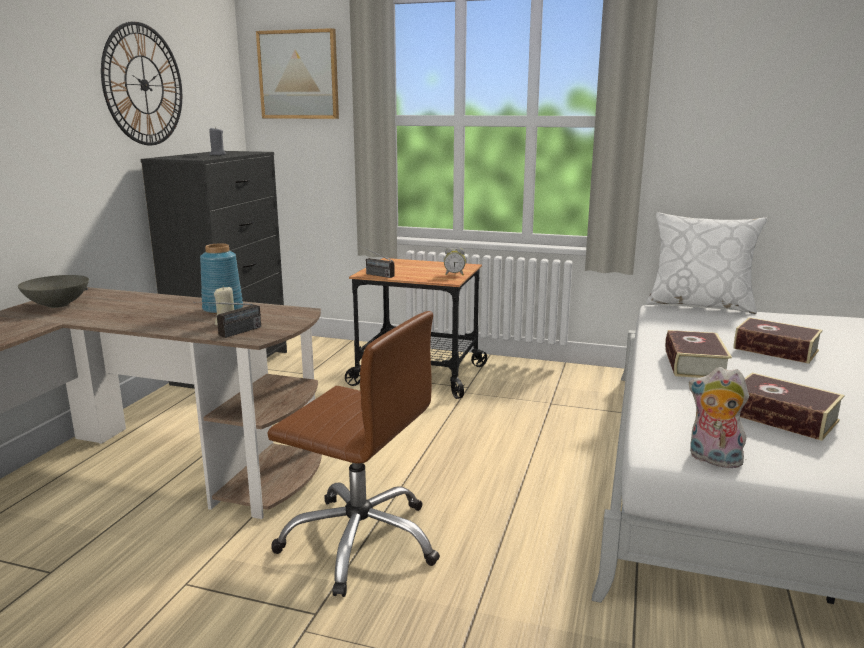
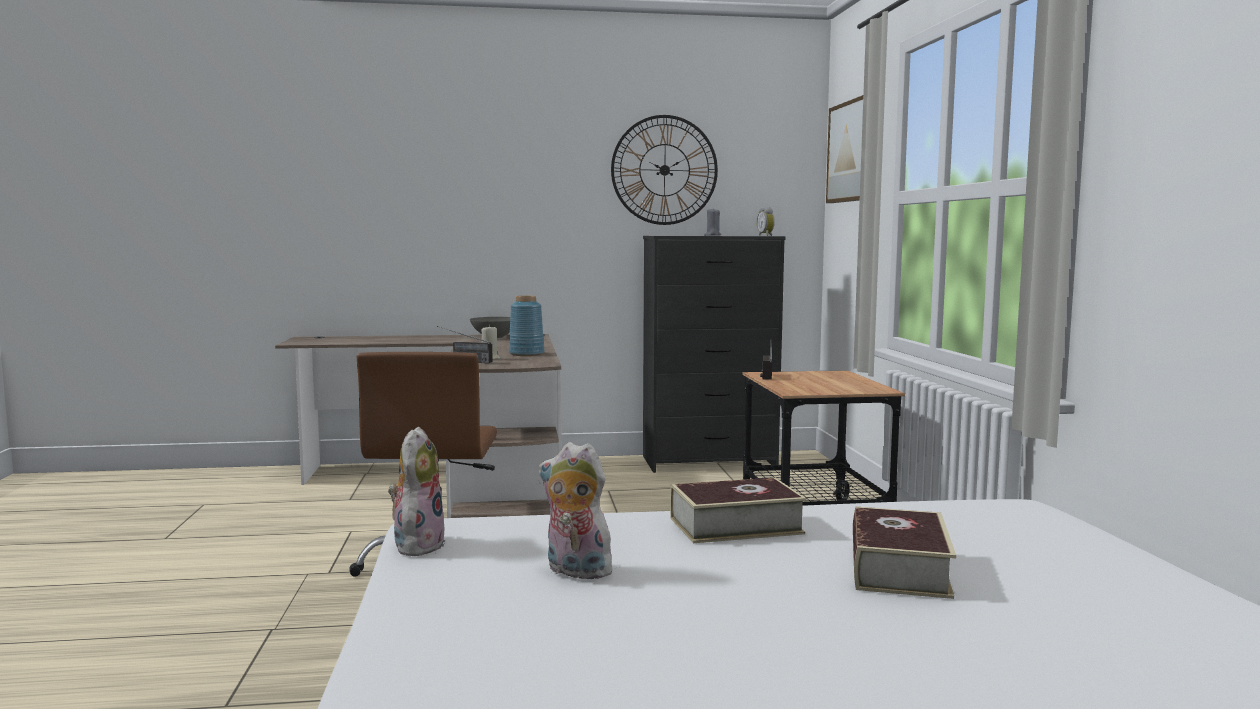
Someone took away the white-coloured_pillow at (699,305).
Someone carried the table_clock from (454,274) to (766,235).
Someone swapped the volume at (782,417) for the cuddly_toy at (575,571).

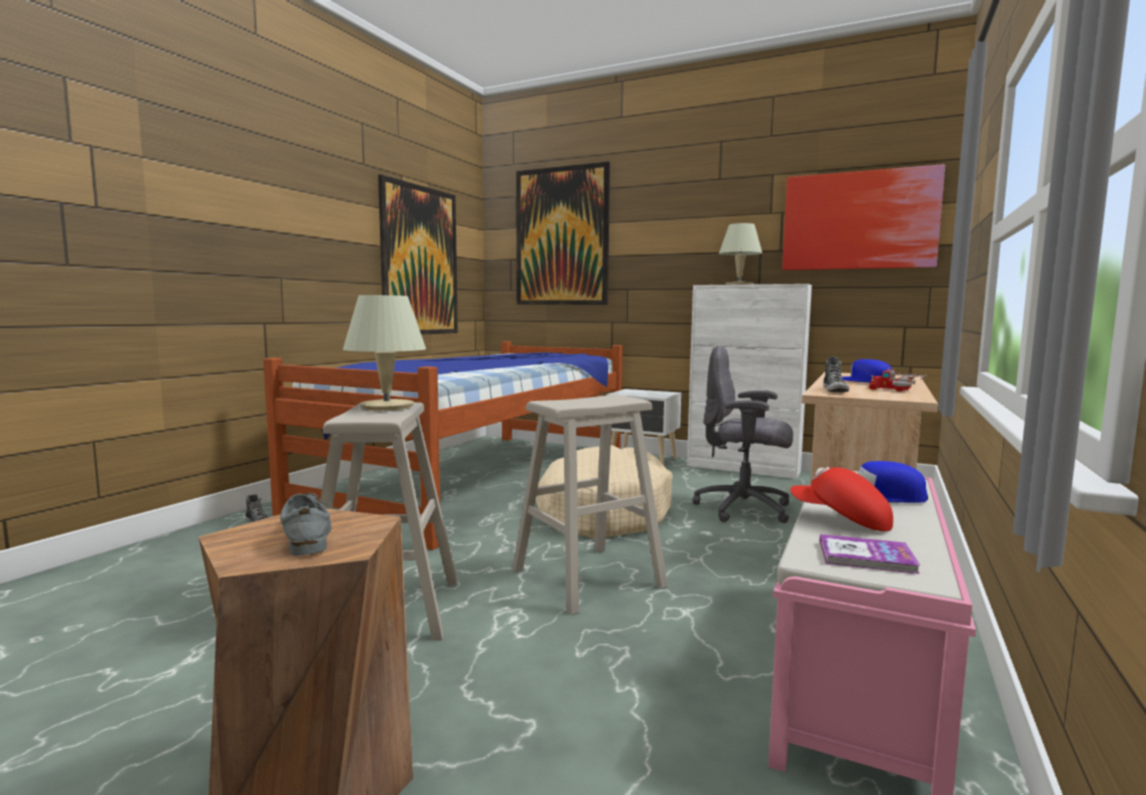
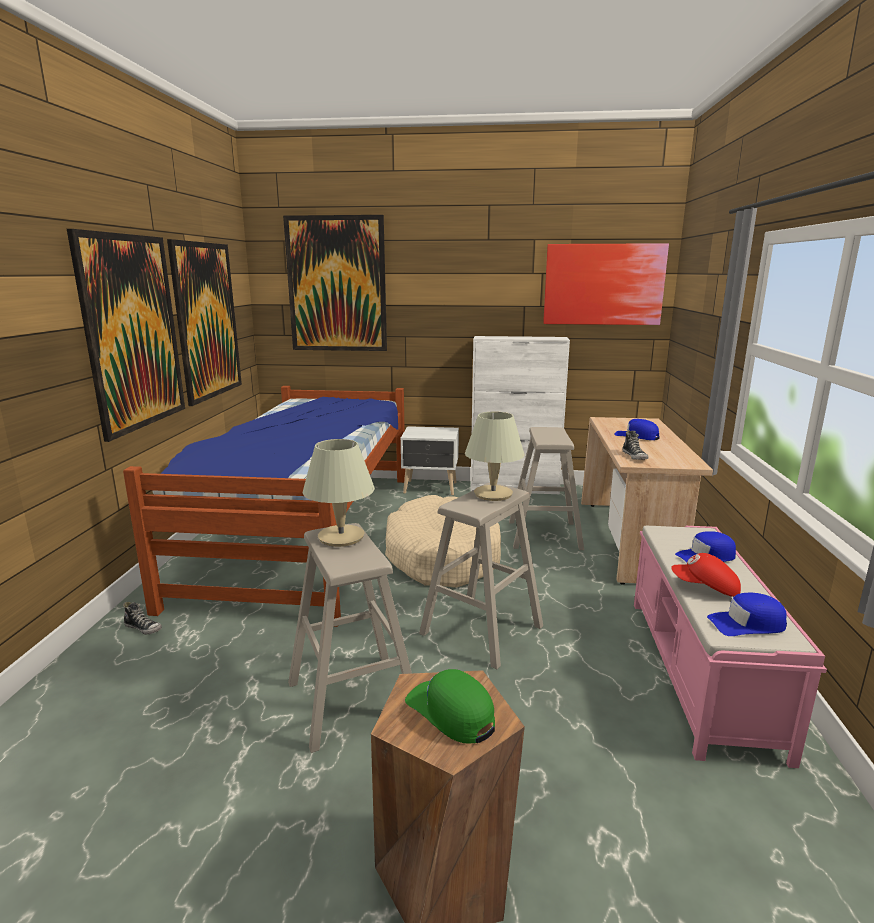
Someone carried the sand-coloured_tabletop_lamp from (739,284) to (493,494).
Someone swapped the gray_desk_chair at (745,509) for the sand-coloured_stool at (544,535).
Someone took away the model_truck at (896,390).
Someone swapped the gray_item_of_footwear at (307,536) for the green-coloured_cap at (451,712).
Someone swapped the volume at (866,557) for the blue_cap at (747,624).
Someone put up the wall_art at (133,333).

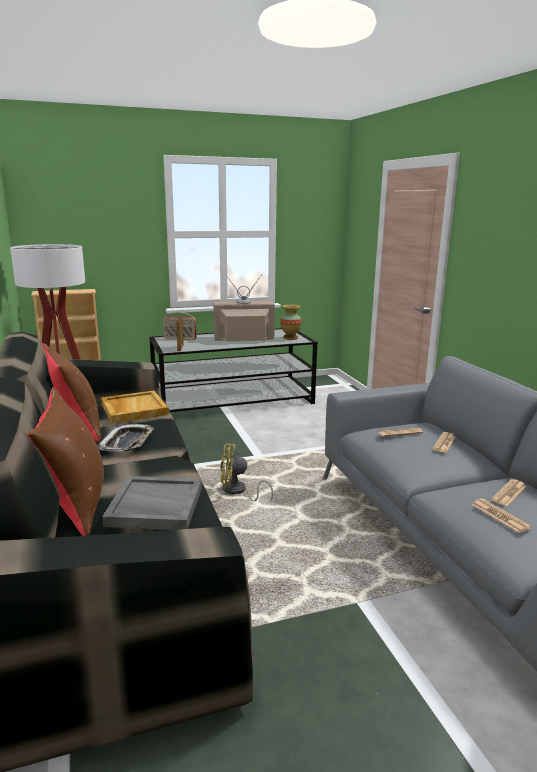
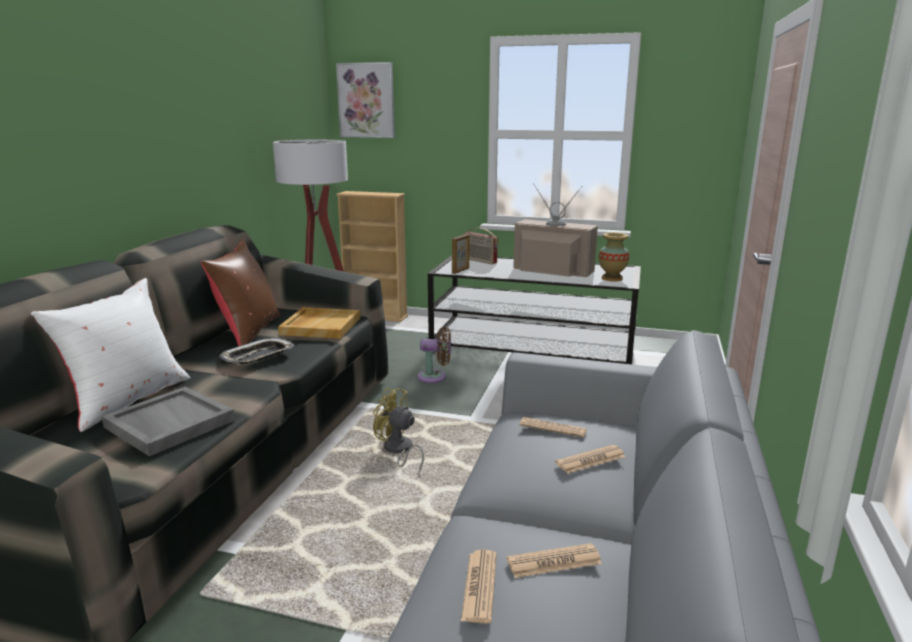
Someone repainted the brownish_pillow at (75,504), which became the white-coloured_pillow at (126,400).
Someone put up the wall_art at (366,100).
Someone put down the brownish_cooling_fan at (435,377).

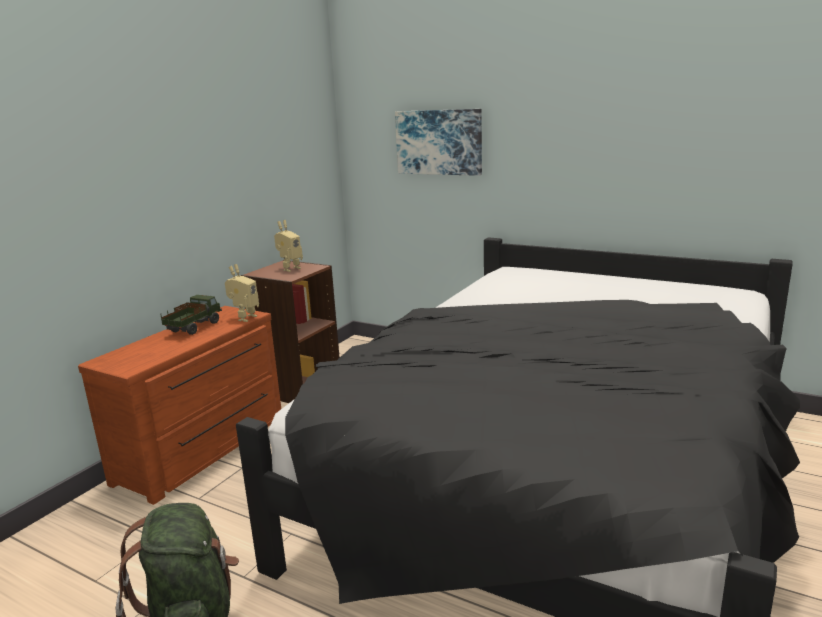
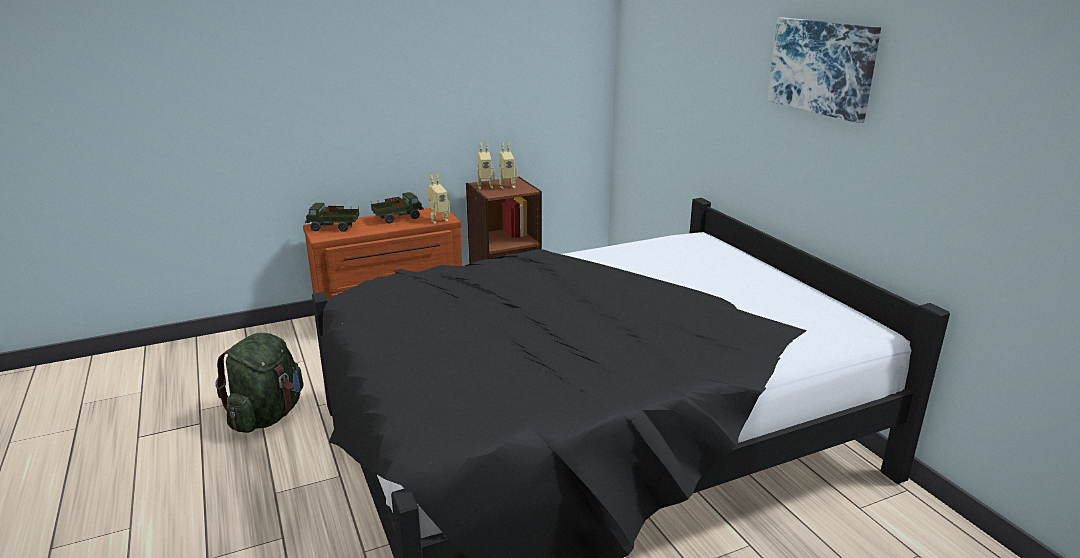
Someone carried the wall_art from (439,142) to (822,67).
Someone put down the toy_robot at (485,187).
Someone put down the model_truck at (334,228).

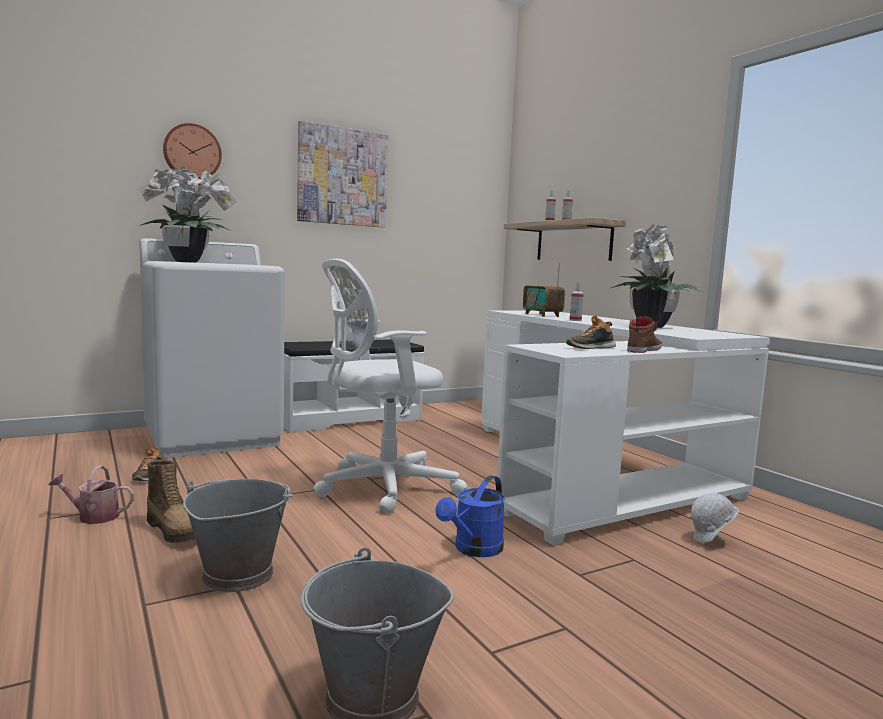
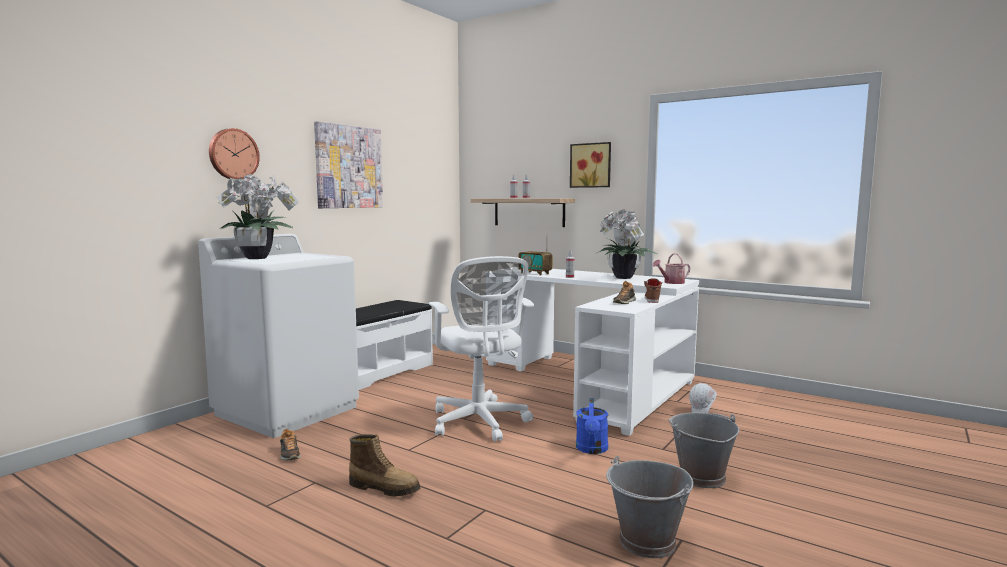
Someone rotated the white-coloured_desk_chair at (381,487) by 60 degrees counterclockwise.
Someone carried the watering_can from (93,516) to (671,282).
Someone carried the gray_pail from (237,574) to (701,477).
Someone put up the wall_art at (591,165).

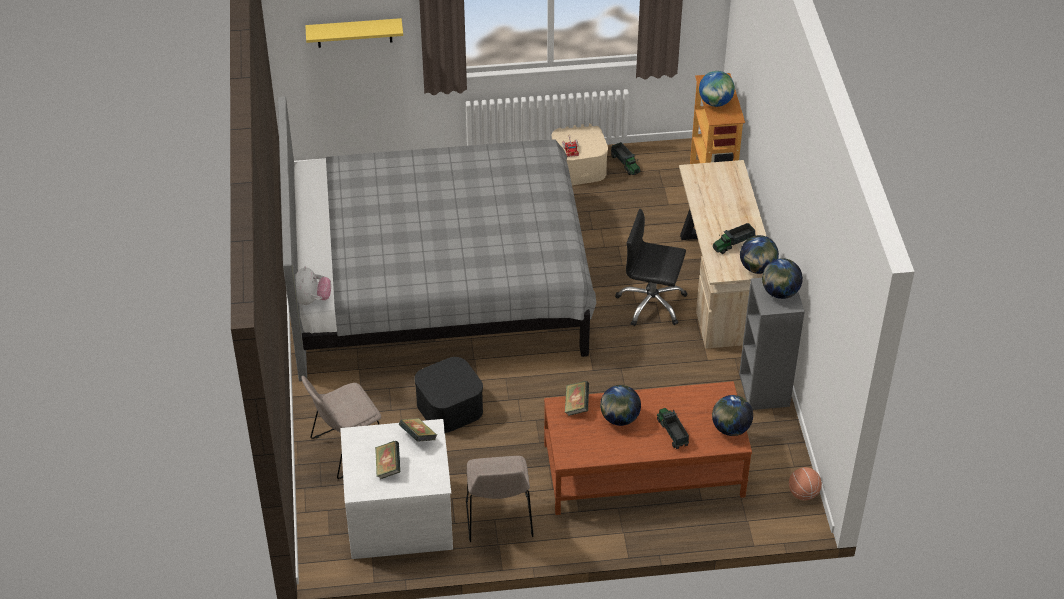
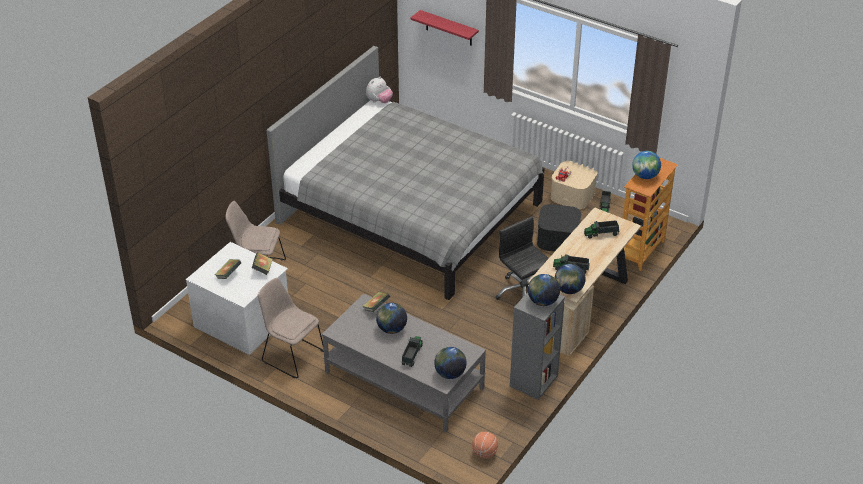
Someone repainted the yellow-coloured_wall_shelf at (354,33), which became the red_wall_shelf at (449,28).
Someone carried the cuddly_toy from (312,300) to (379,101).
Someone carried the black-coloured_storage_bin from (449,407) to (558,238).
Someone repainted the brownish_coffee_table at (642,470), which became the gray_coffee_table at (403,380).
Someone rotated the sand-coloured_plain_chair at (499,519) by 90 degrees clockwise.
Someone put down the model_truck at (601,234).

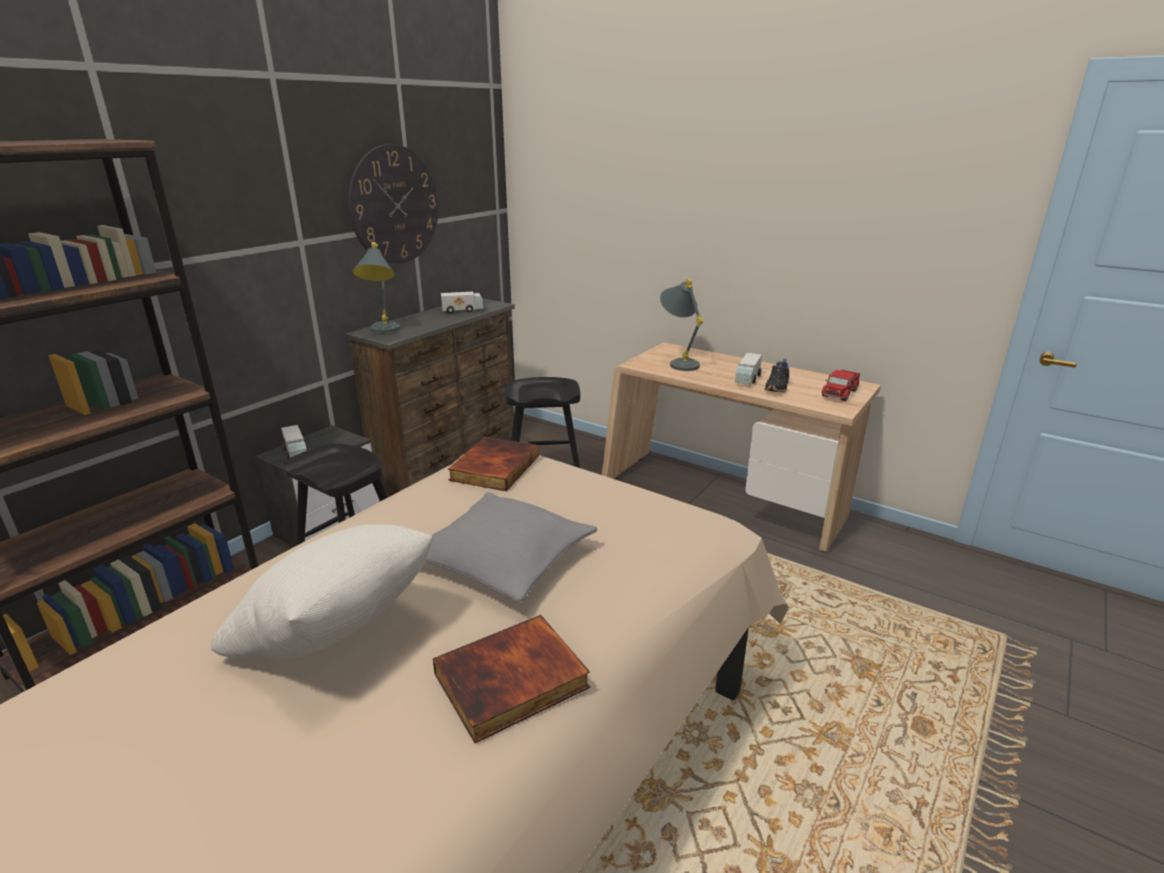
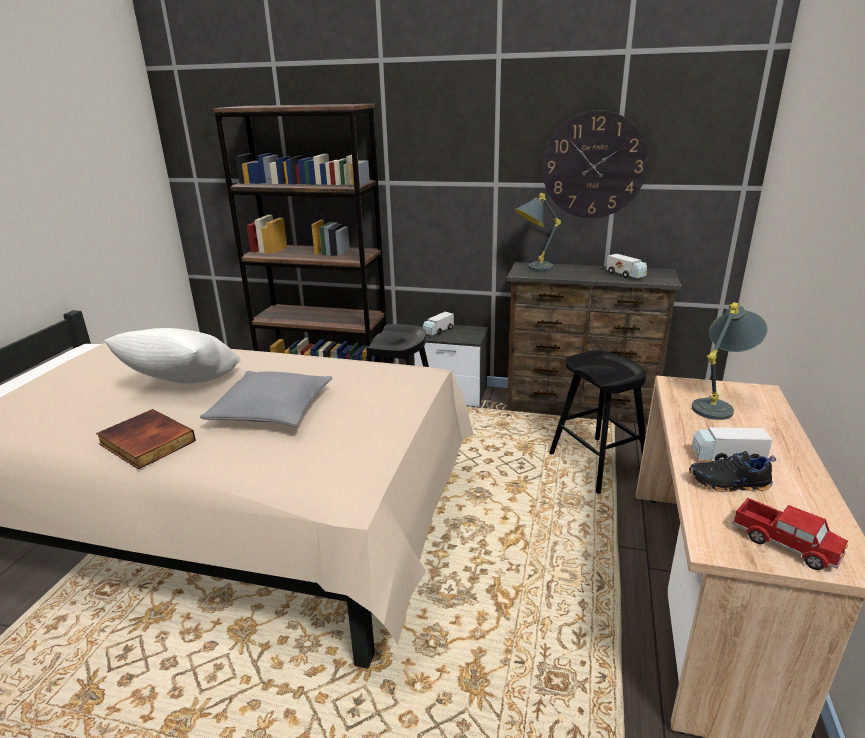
Someone rotated the model_truck at (840,393) by 150 degrees counterclockwise.
Someone took away the volume at (493,467).

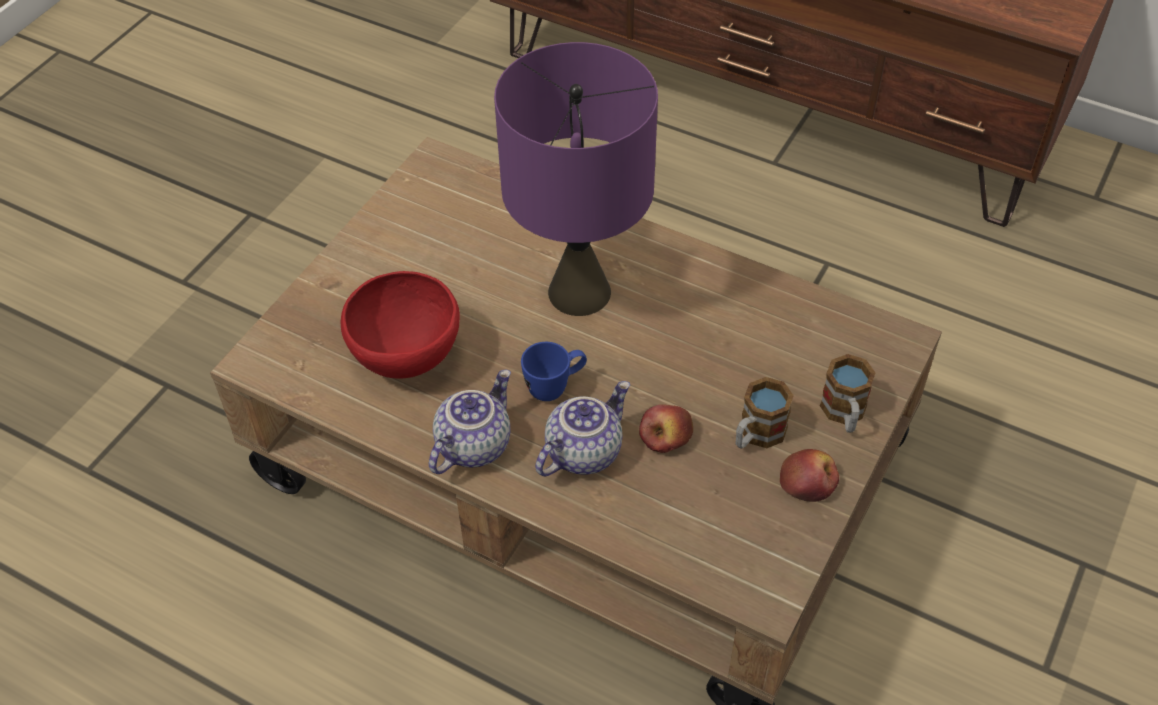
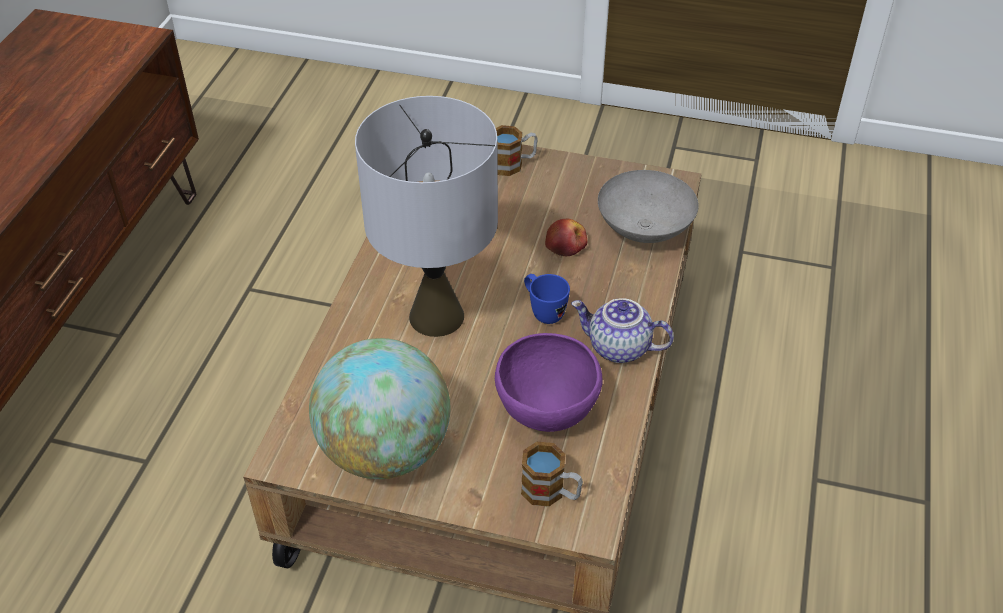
Someone repainted the purple-coloured_tabletop_lamp at (578,292), which became the gray_tabletop_lamp at (436,317).
Someone repainted the red_serving_bowl at (407,358), which became the purple-coloured_serving_bowl at (546,412).
Someone carried the mug from (757,435) to (551,492).
Someone took away the tea_pot at (583,451).
Someone took away the whole_apple at (808,482).
Someone put down the gray_serving_bowl at (642,230).
Someone put down the world_globe at (385,451).

